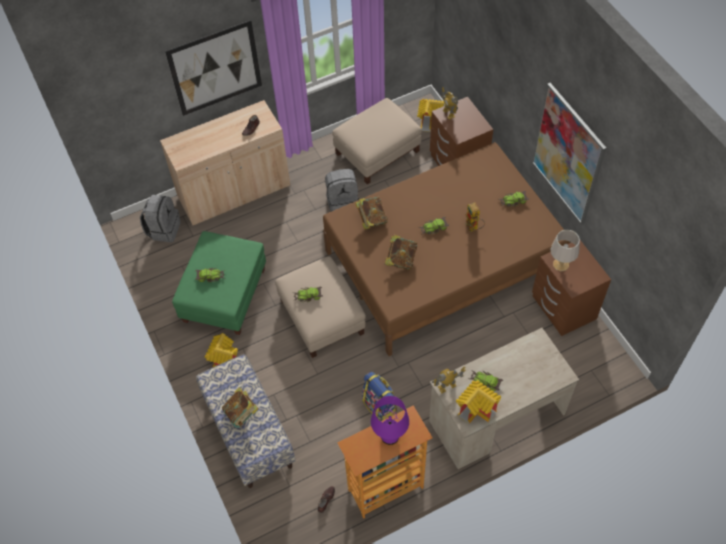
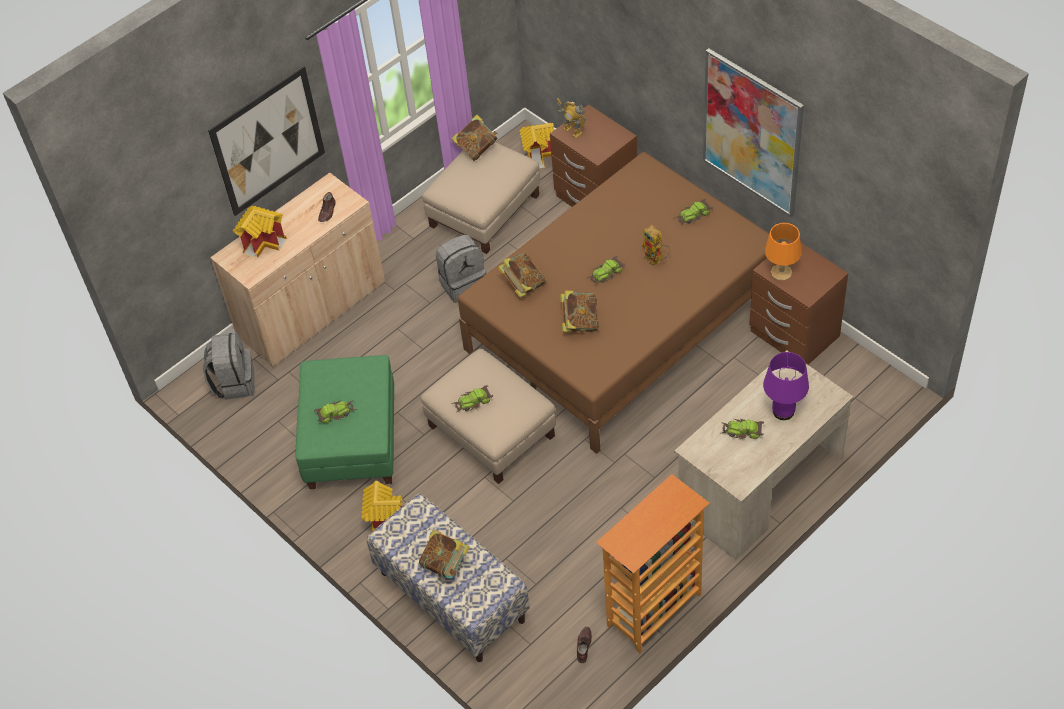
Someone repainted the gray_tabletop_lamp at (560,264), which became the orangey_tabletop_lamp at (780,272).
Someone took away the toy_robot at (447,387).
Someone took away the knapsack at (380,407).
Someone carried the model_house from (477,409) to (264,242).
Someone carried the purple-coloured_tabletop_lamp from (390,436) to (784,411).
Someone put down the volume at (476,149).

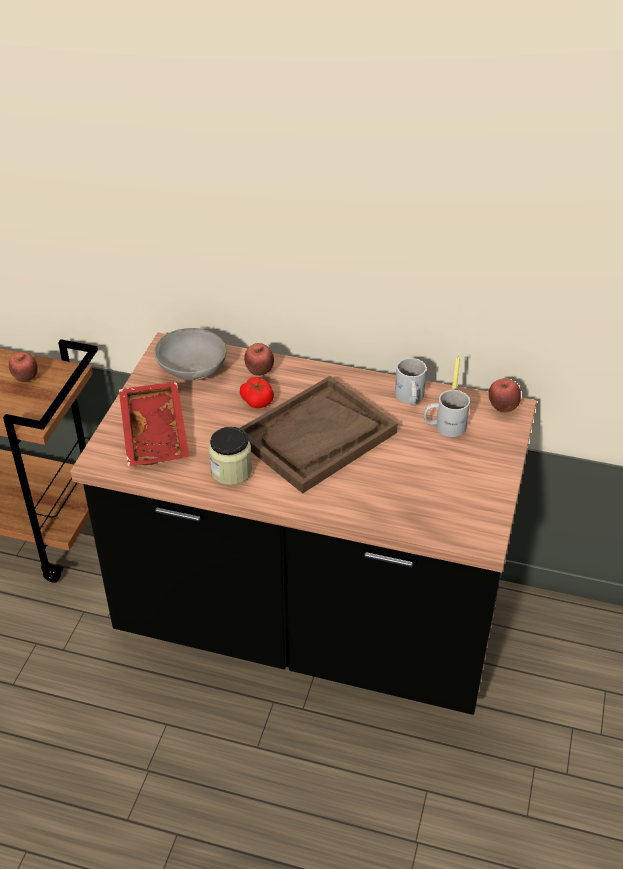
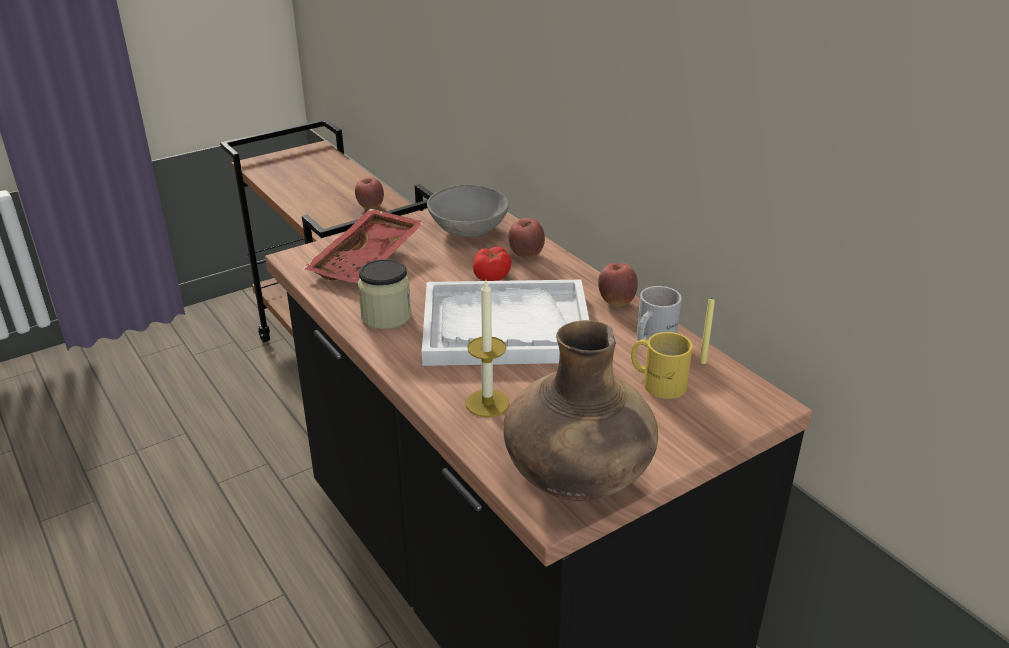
Someone repainted the brownish_tray at (316,436), which became the white-coloured_tray at (505,327).
Someone carried the whole_apple from (502,408) to (616,302).
Someone repainted the white-coloured_mug at (444,425), which became the yellow-coloured_mug at (658,381).
Someone put down the candle at (487,403).
Someone put down the brownish_vase at (577,480).

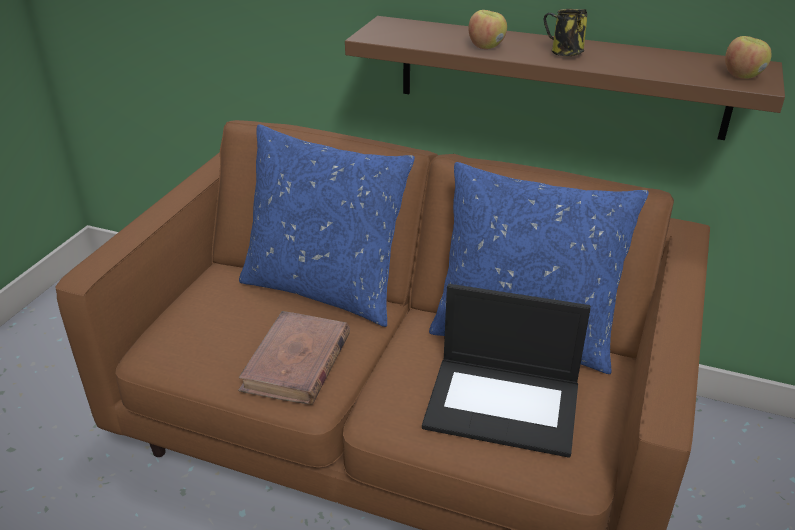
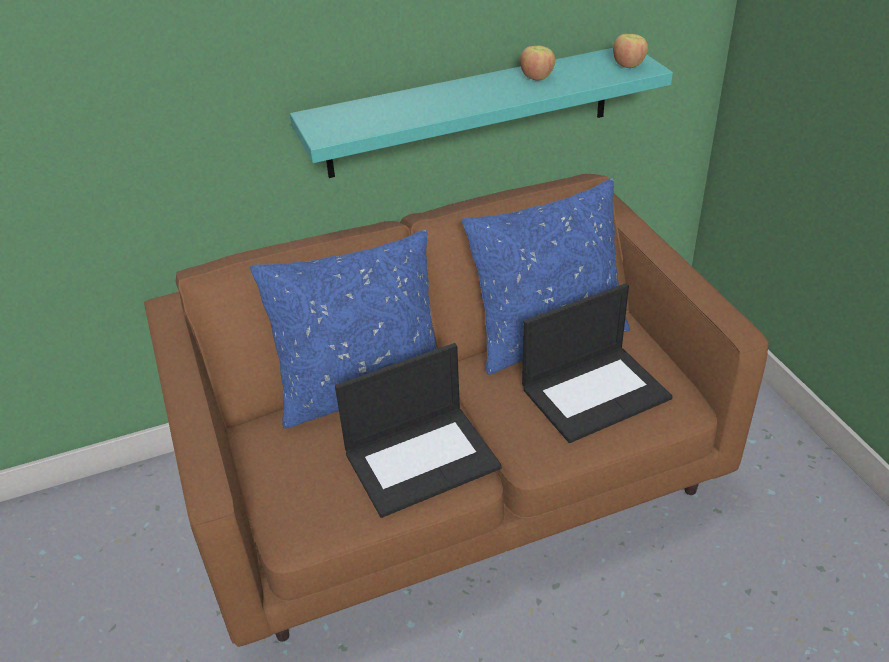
Someone took away the mug at (564,54).
Someone carried the whole_apple from (486,46) to (537,77).
Someone repainted the brownish_wall_shelf at (559,76), which became the turquoise-coloured_wall_shelf at (470,111).
Someone swapped the brownish_volume at (297,362) for the portable_computer at (422,458).

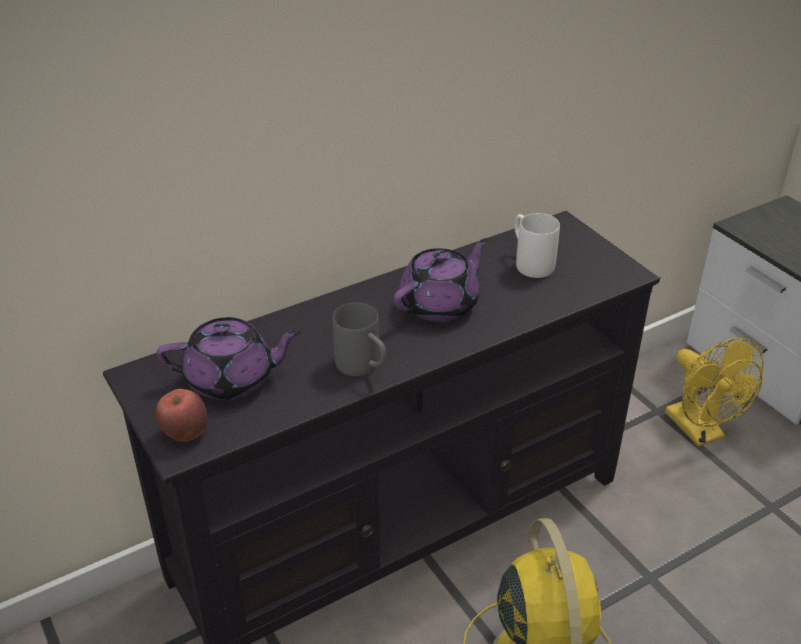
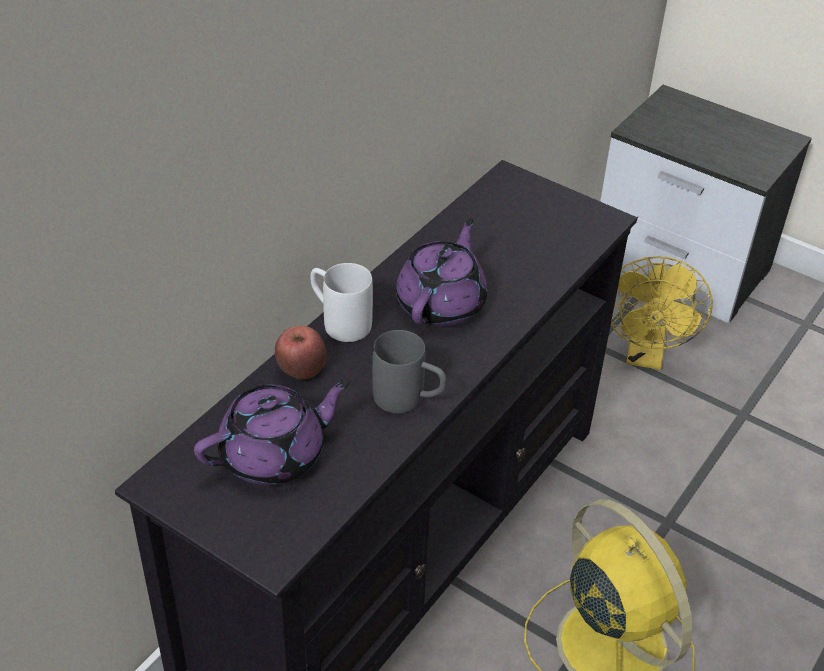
Someone carried the white-coloured_mug from (529,262) to (339,321).
Someone rotated the yellow-coloured_cooling_fan at (701,431) by 60 degrees clockwise.
Someone carried the whole_apple from (185,434) to (301,371).

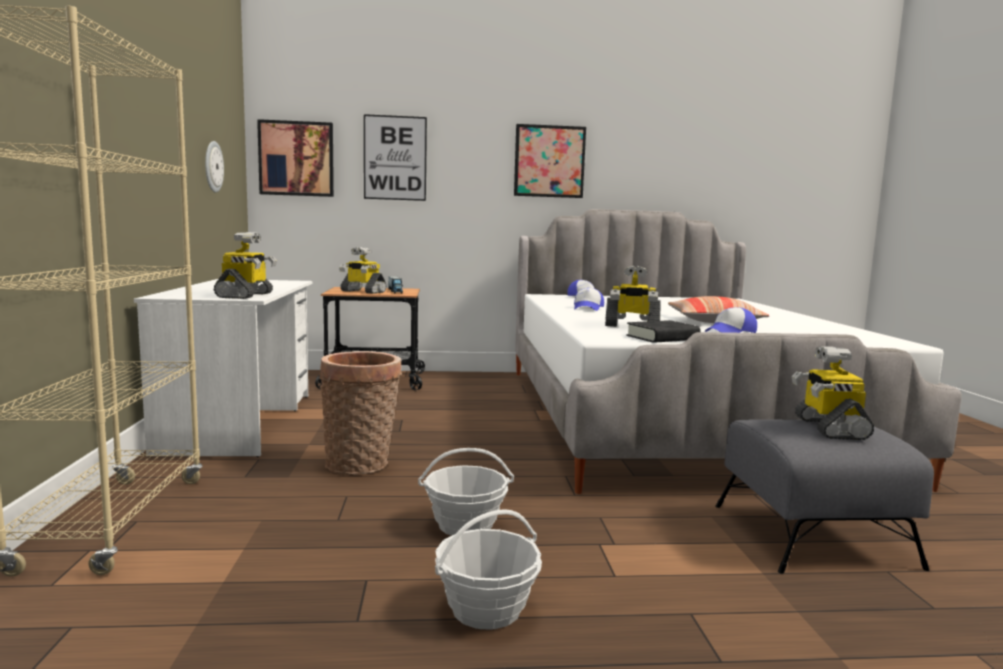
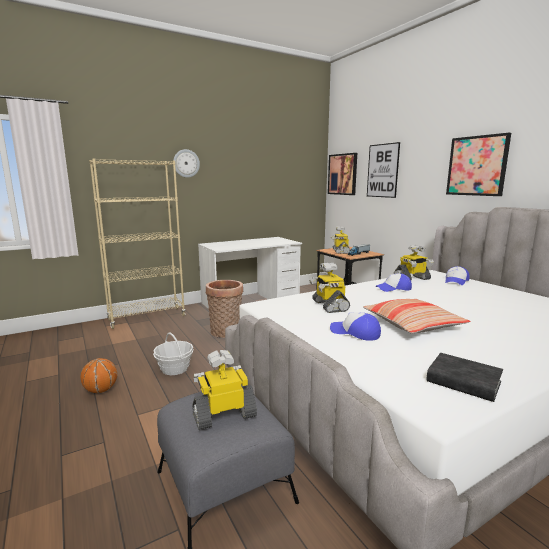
Someone carried the clock_on_the_wall from (212,166) to (186,163).
Someone carried the toy_robot from (245,295) to (412,279).
Someone carried the black-coloured_volume from (662,338) to (463,382).
Someone swapped the storage_basket at (486,609) for the basketball_ball at (101,390).

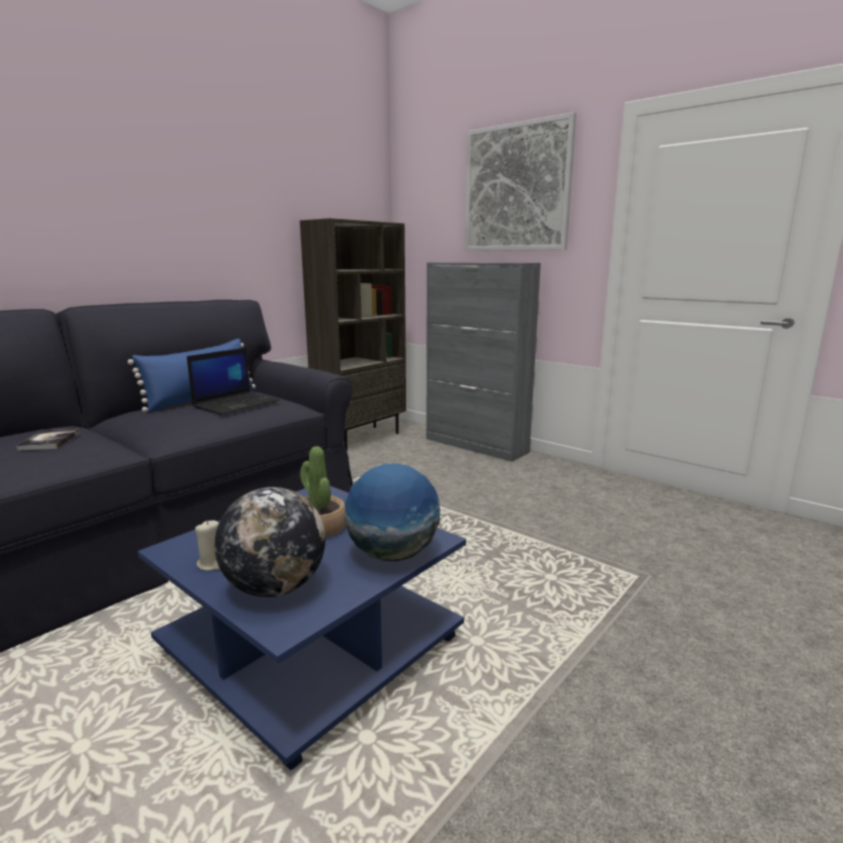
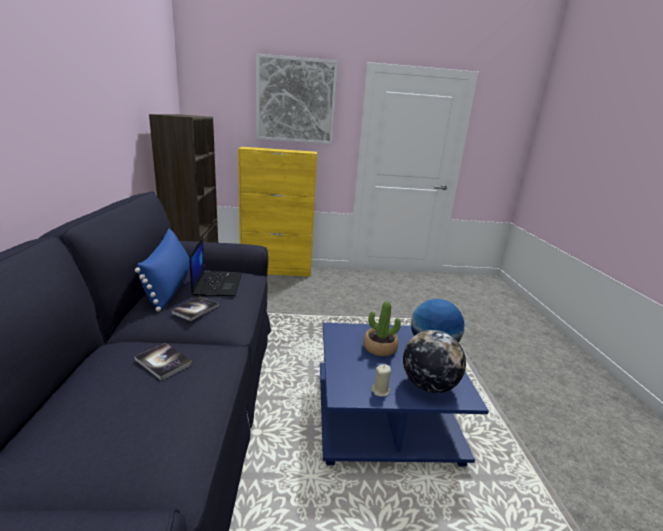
Someone repainted the gray_cupboard at (476,445), which became the yellow-coloured_cupboard at (277,270).
Someone put down the volume at (196,309).

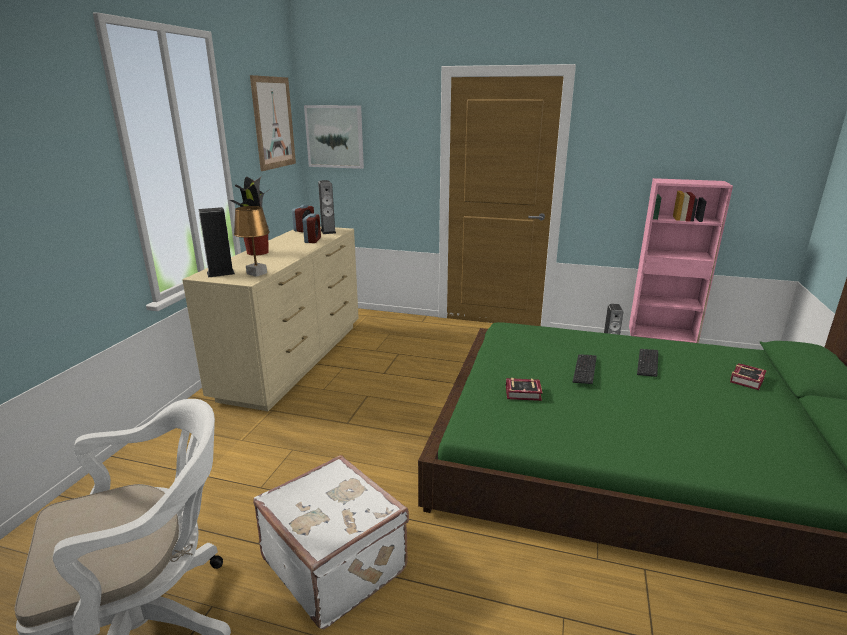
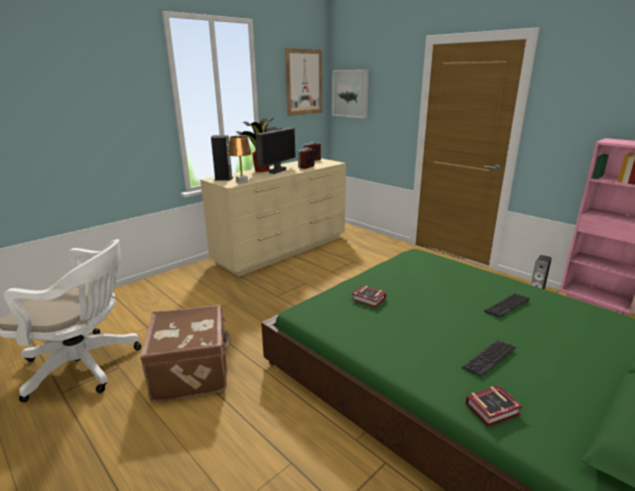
Someone took away the loudspeaker at (328,231).
Someone carried the computer_keyboard from (584,370) to (489,359).
Someone carried the volume from (748,379) to (495,409).
Someone repainted the white-coloured_travel_case at (336,563), which became the brownish_travel_case at (193,371).
Someone put down the monitor at (277,171).

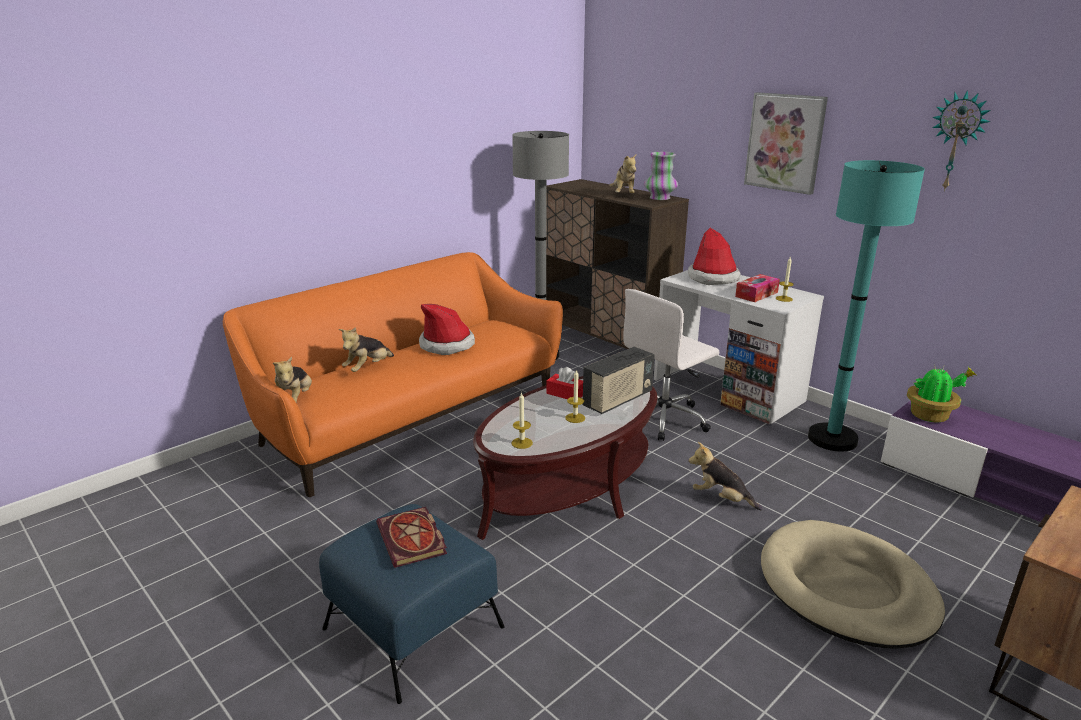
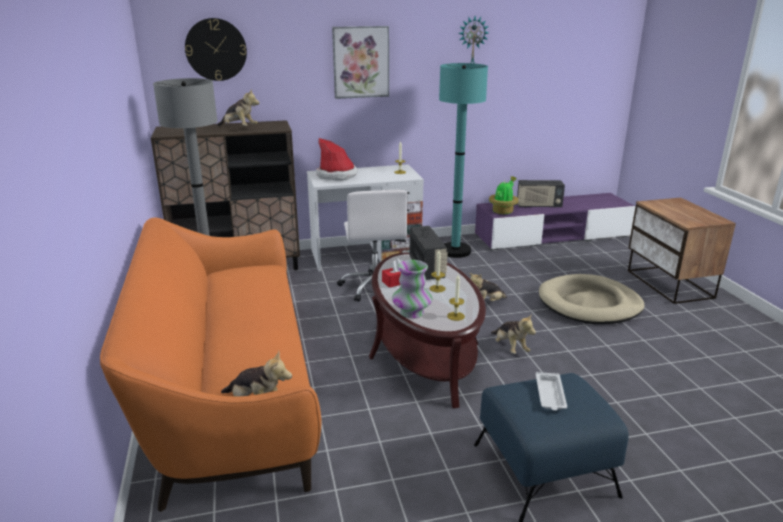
Someone carried the vase from (659,198) to (412,313).
Someone took away the tissue_box at (756,294).
Someone took away the clothing_hat at (447,344).
Someone carried the cuddly_toy from (368,368) to (510,348).
Someone swapped the volume at (413,540) for the white-coloured_tray at (550,395).
Someone put up the clock_on_the_wall at (216,49).
Someone put down the radio at (538,206).

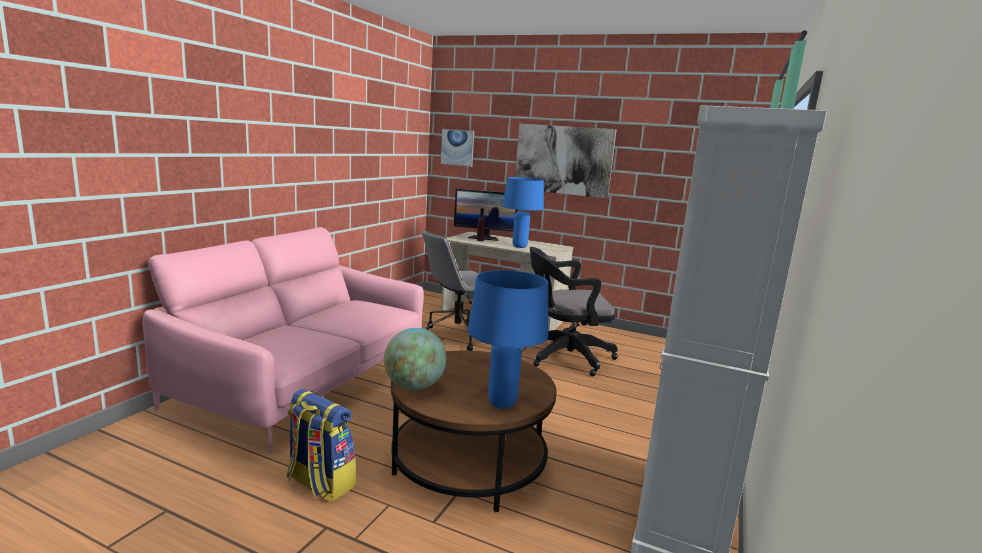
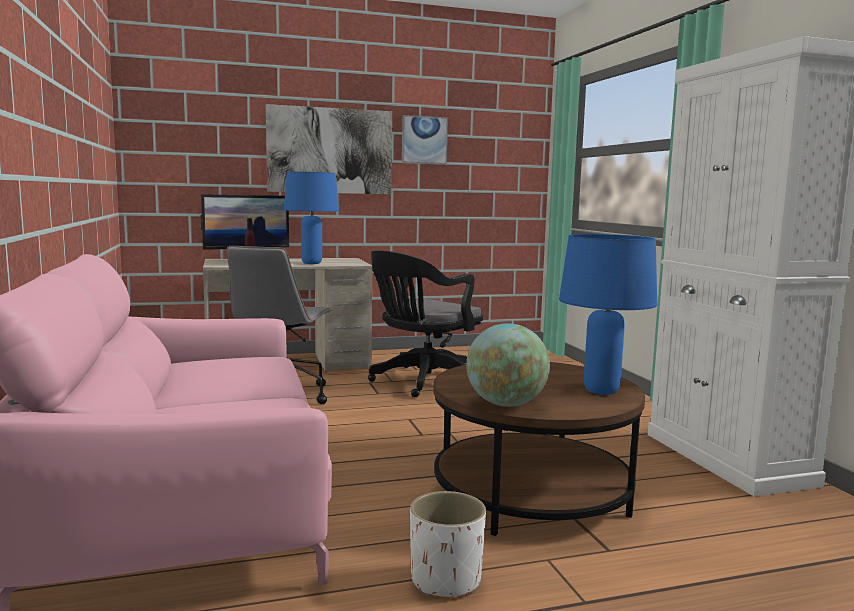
Someone carried the wall_art from (457,147) to (424,140).
Someone swapped the knapsack at (319,483) for the white-coloured_plant_pot at (445,580).

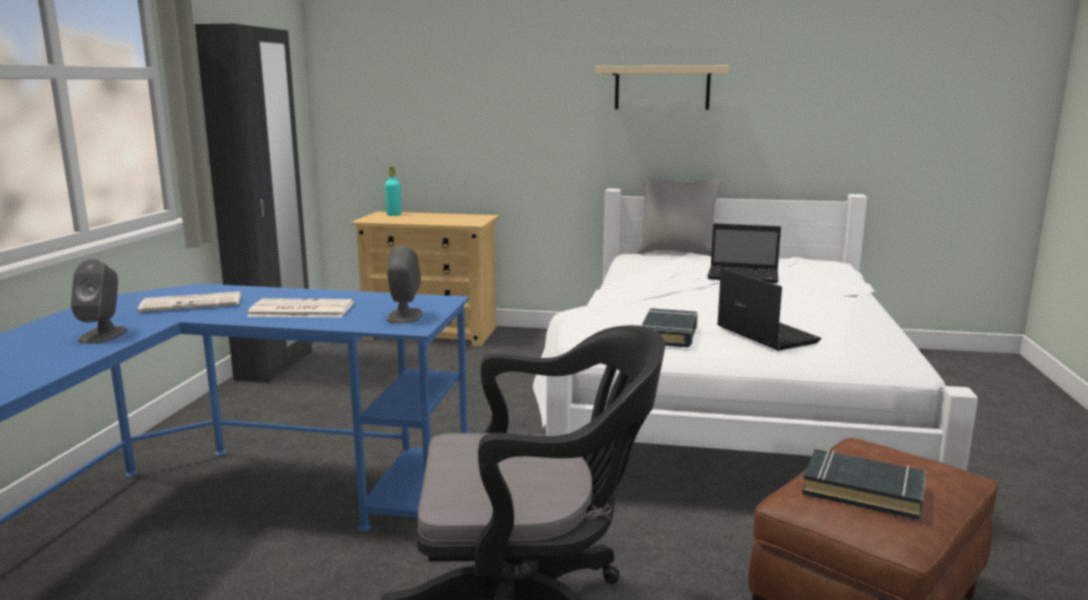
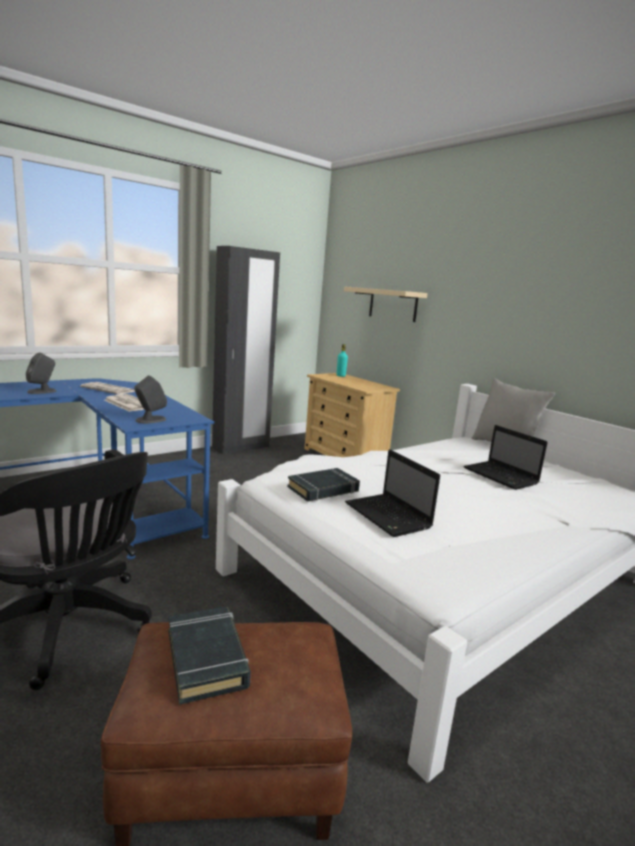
Someone carried the sand-coloured_wall_shelf from (662,88) to (393,305).
Someone rotated the portable_computer at (764,334) by 135 degrees clockwise.

